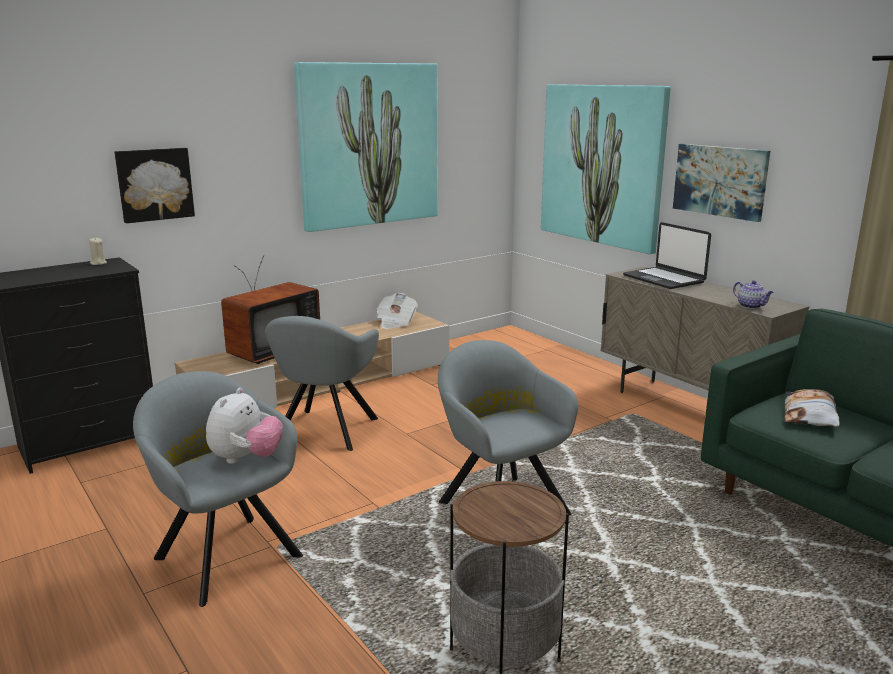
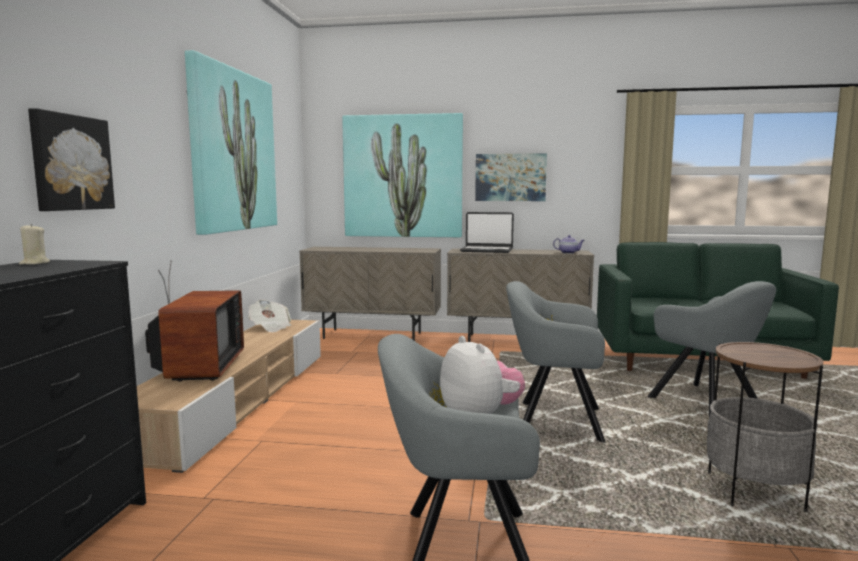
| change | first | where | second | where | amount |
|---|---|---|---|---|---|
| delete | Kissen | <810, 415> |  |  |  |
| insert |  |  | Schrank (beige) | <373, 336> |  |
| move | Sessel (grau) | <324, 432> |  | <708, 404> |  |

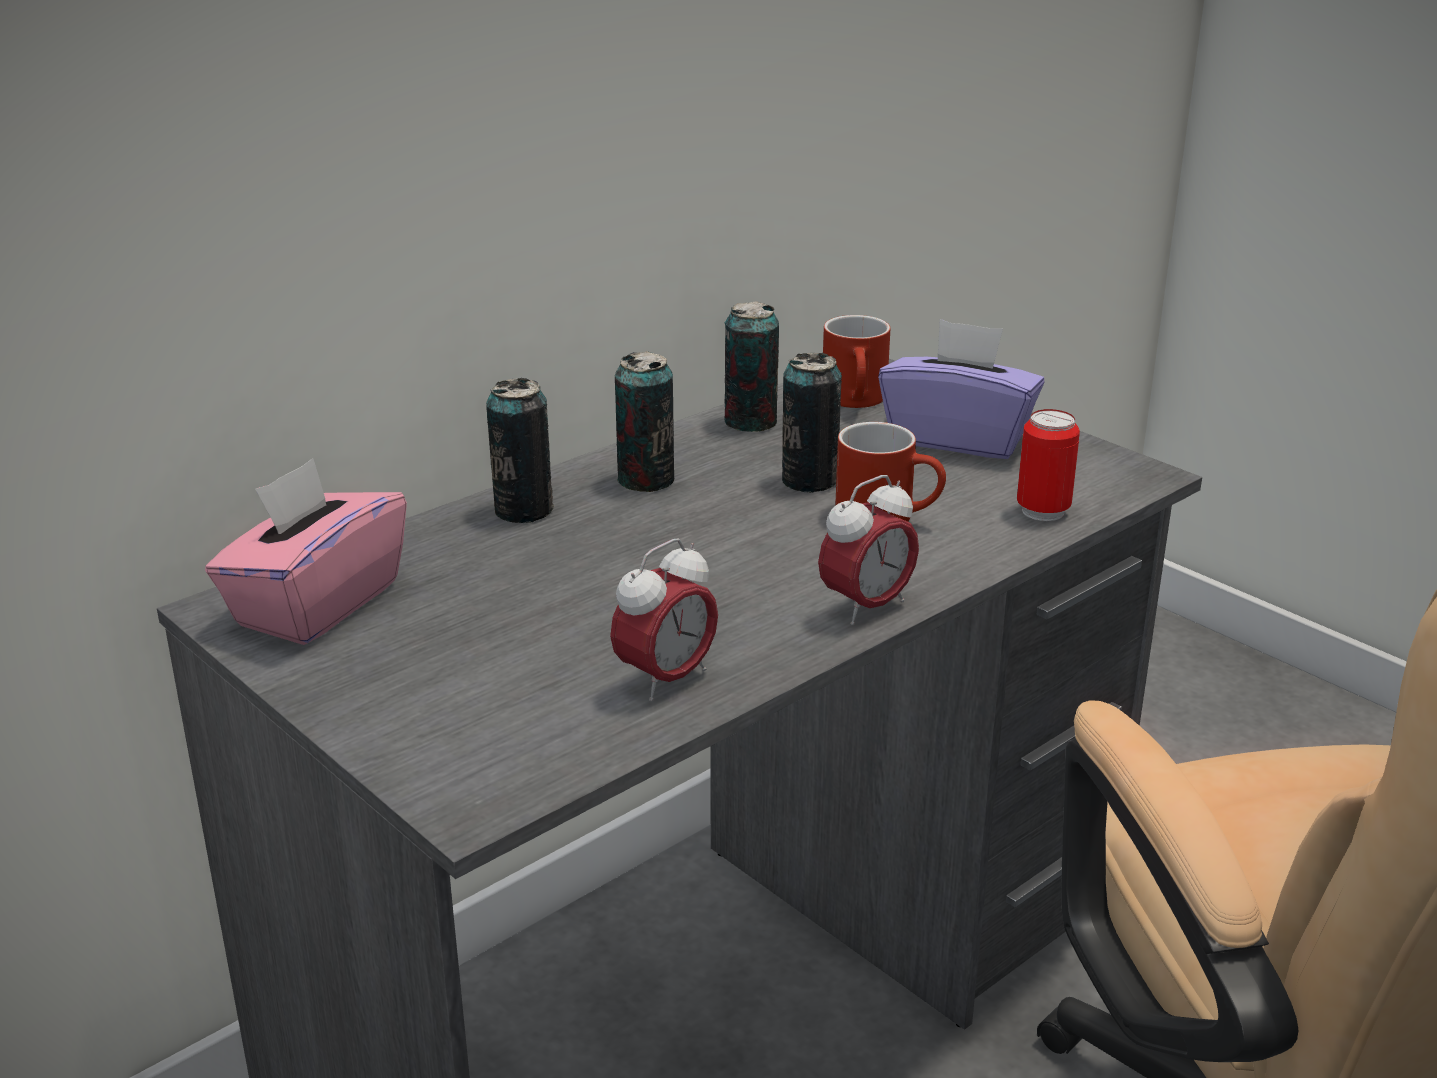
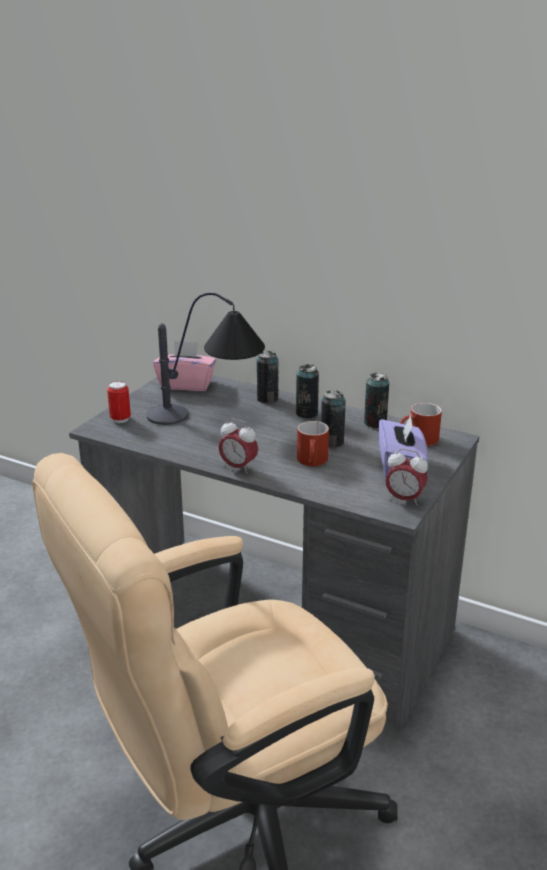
| change | first | where | second | where | amount |
|---|---|---|---|---|---|
| insert |  |  | Tischlampe | <210, 415> |  |
| move | Wecker | <666, 679> |  | <404, 499> |  |
| move | Dose | <1043, 511> |  | <120, 419> |  |

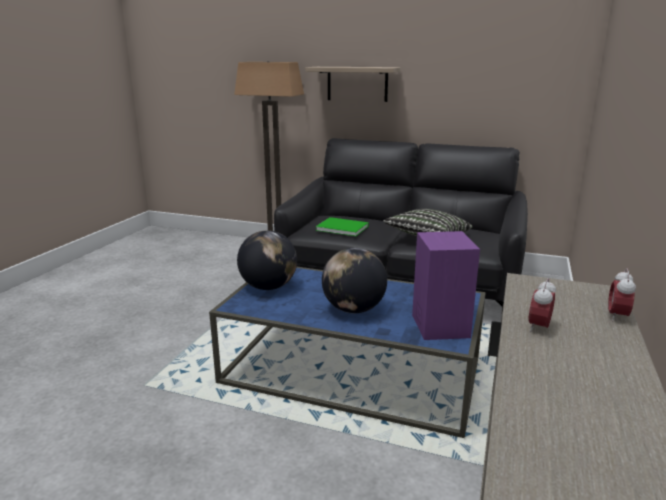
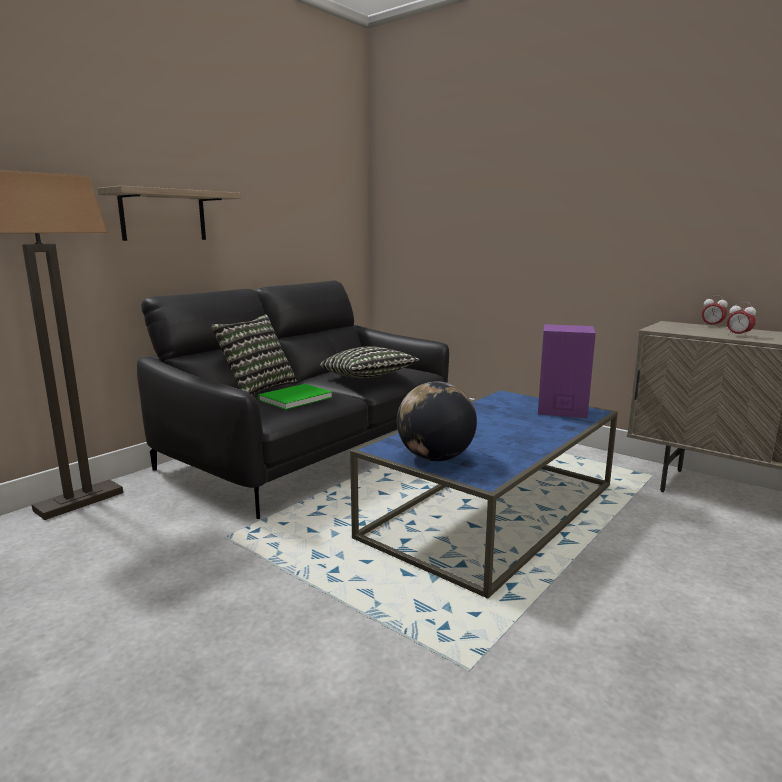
| change | first | where | second | where | amount |
|---|---|---|---|---|---|
| delete | Globus | <353, 309> |  |  |  |
| insert |  |  | Kissen | <257, 388> |  |

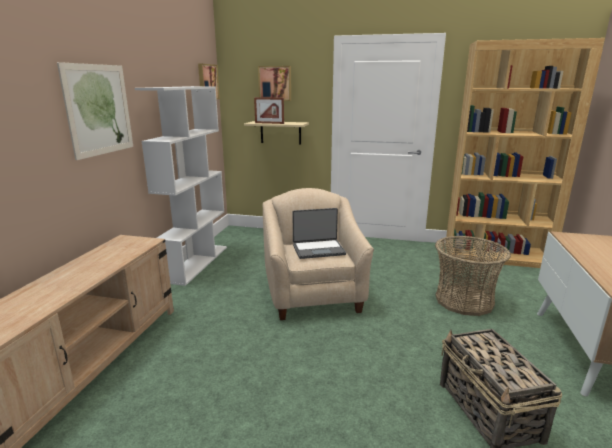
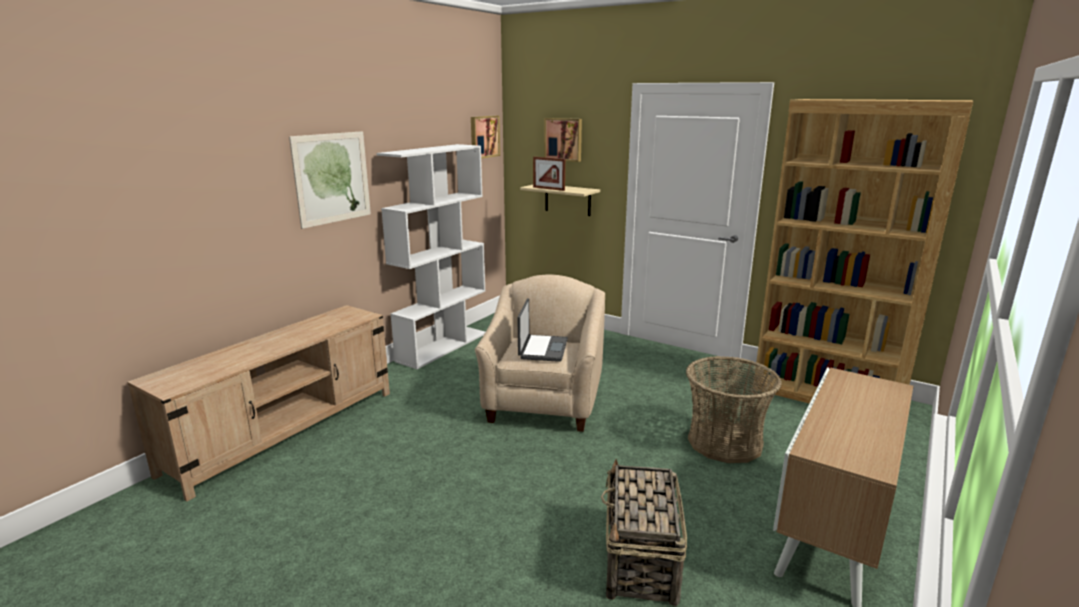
| change | first | where | second | where | amount |
|---|---|---|---|---|---|
| rotate | Laptop | <318, 249> |  | <542, 349> | 90 degrees counterclockwise |

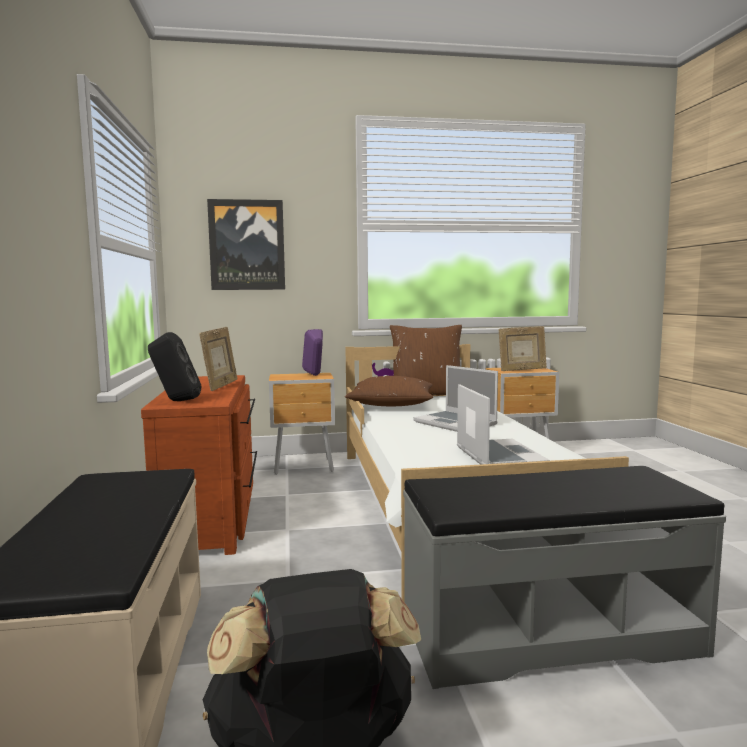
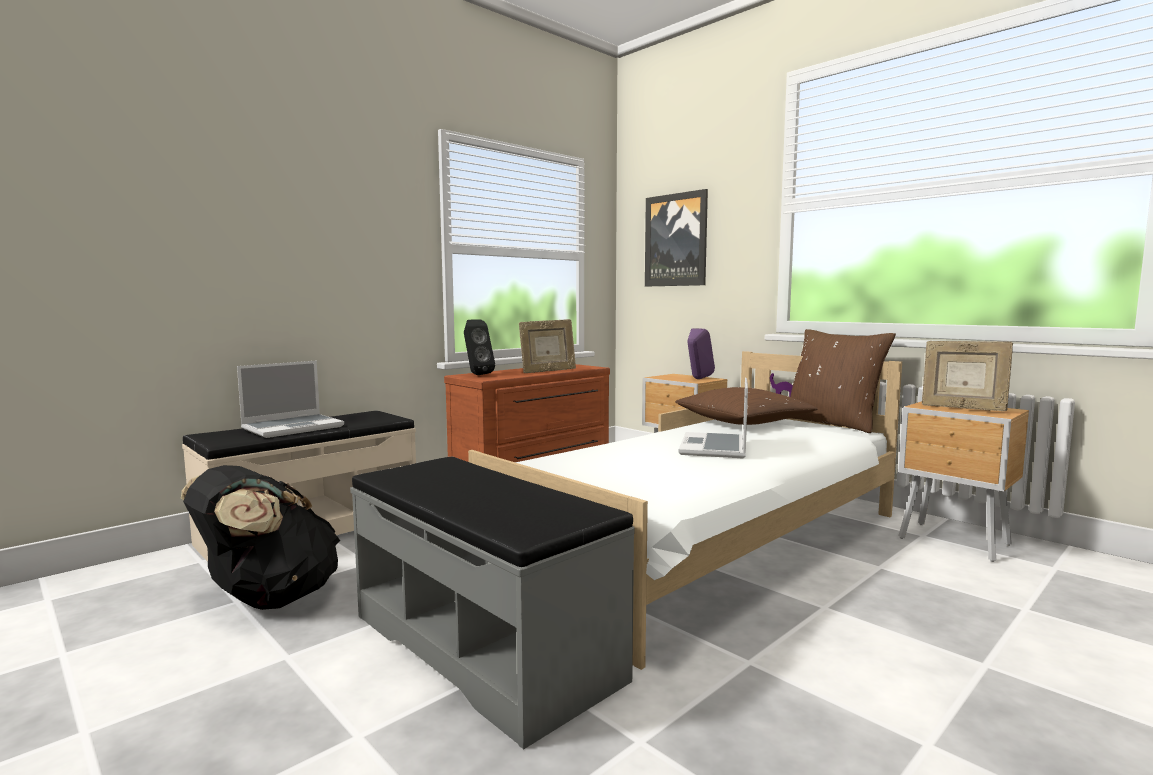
| change | first | where | second | where | amount |
|---|---|---|---|---|---|
| move | Laptop | <497, 456> |  | <294, 427> |  |

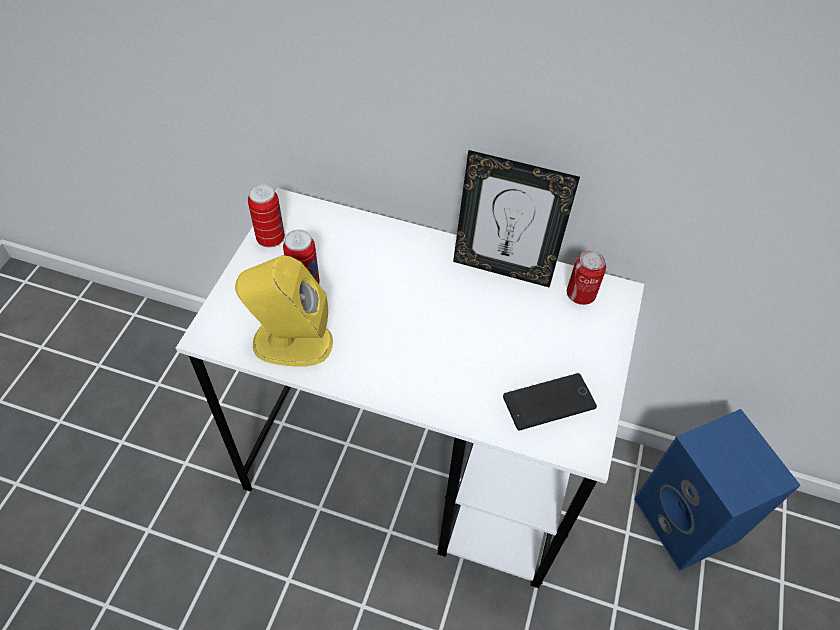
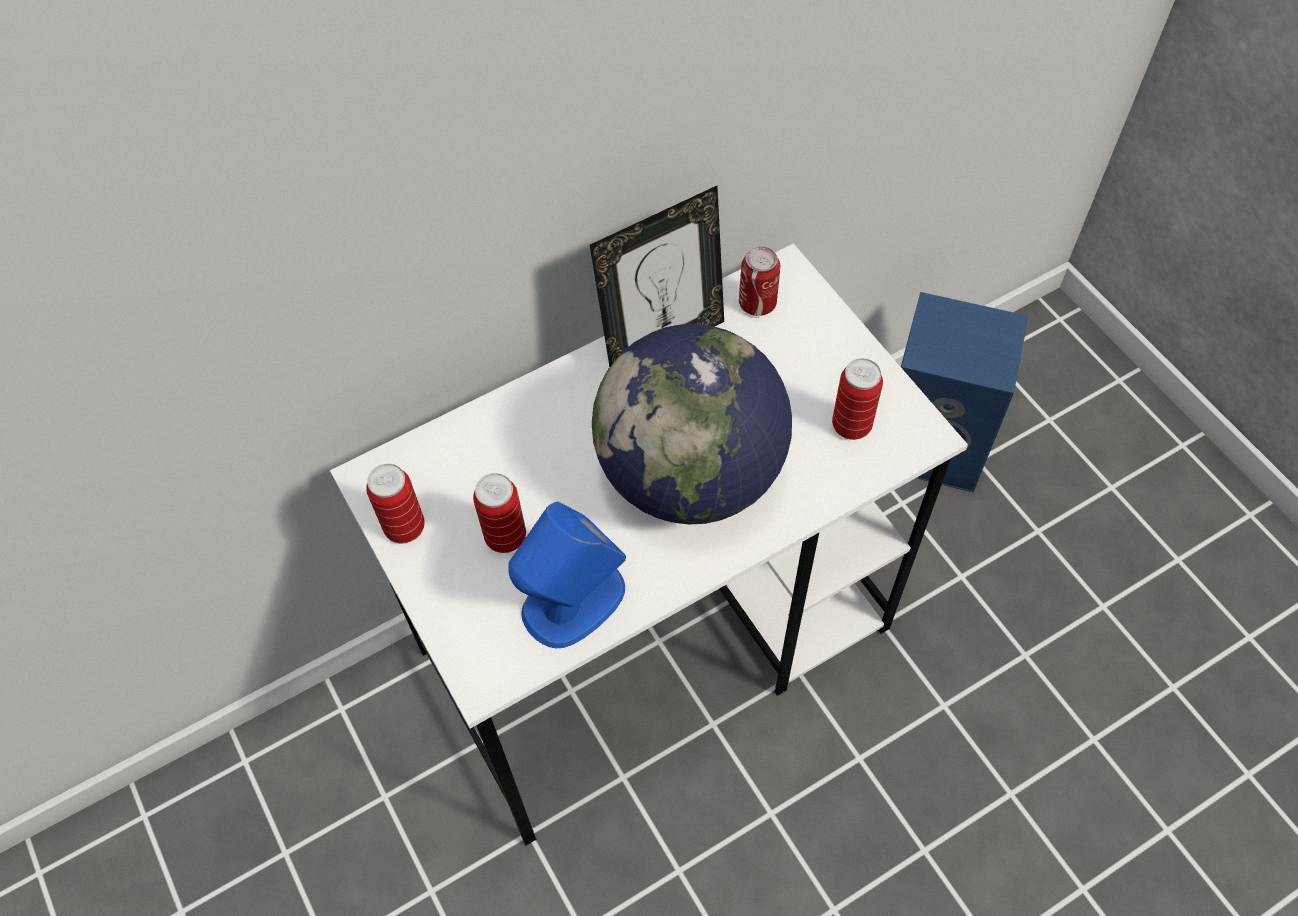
| change | first | where | second | where | amount |
|---|---|---|---|---|---|
| insert |  |  | Globus | <691, 475> |  |
| replace | Handy | <549, 402> | Dose | <851, 425> |  |
| recolor | Lautsprecher (gelb) | <291, 342> | Lautsprecher (blau) | <572, 602> |  |

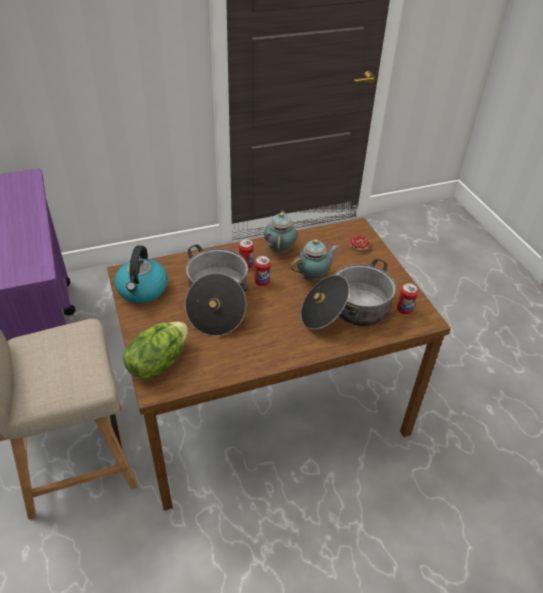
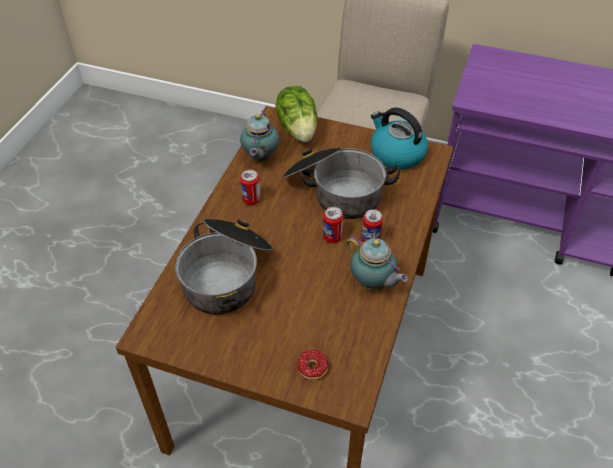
| change | first | where | second | where | amount |
|---|---|---|---|---|---|
| move | Teekanne | <313, 277> |  | <260, 158> |  |
| move | Dose | <404, 310> |  | <251, 200> |  |

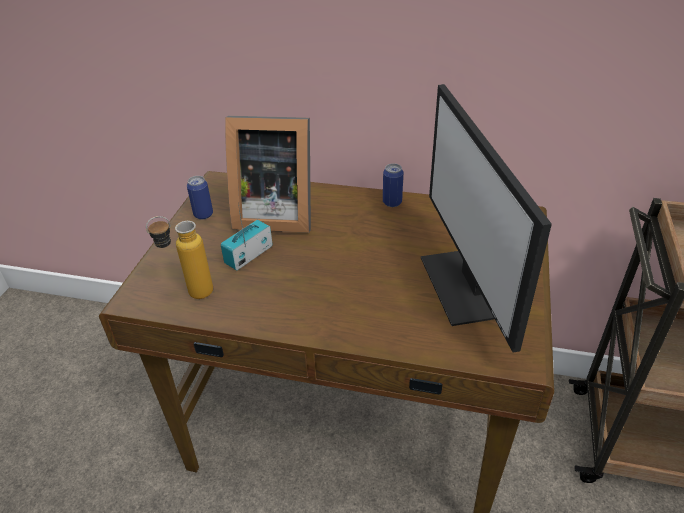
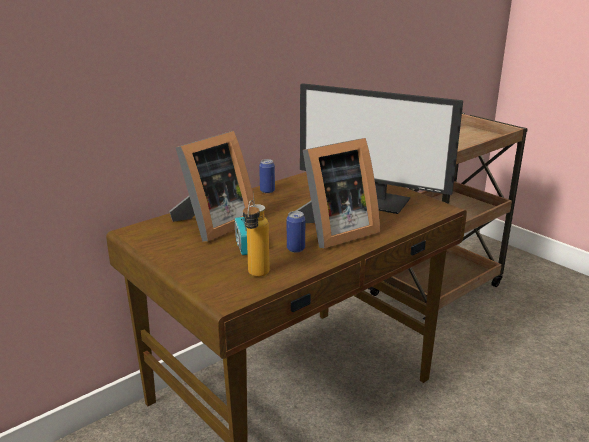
| change | first | where | second | where | amount |
|---|---|---|---|---|---|
| insert |  |  | Bilderrahmen | <333, 232> |  |
| move | Dose | <203, 214> |  | <295, 249> |  |

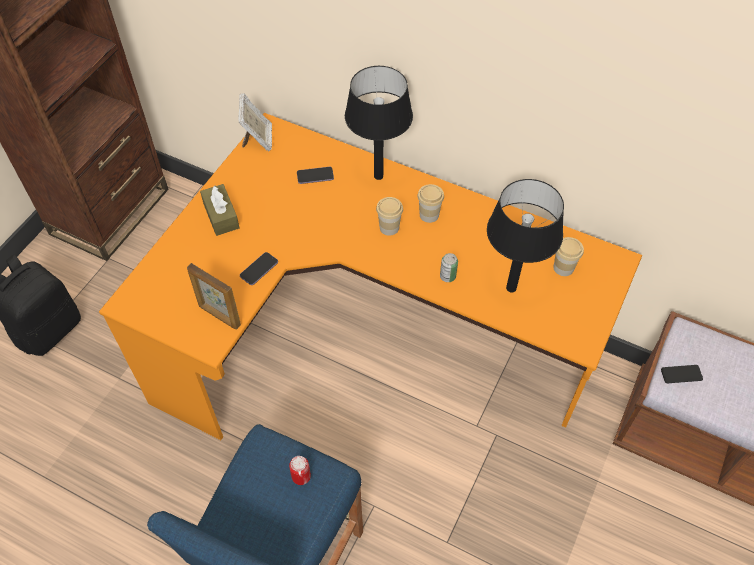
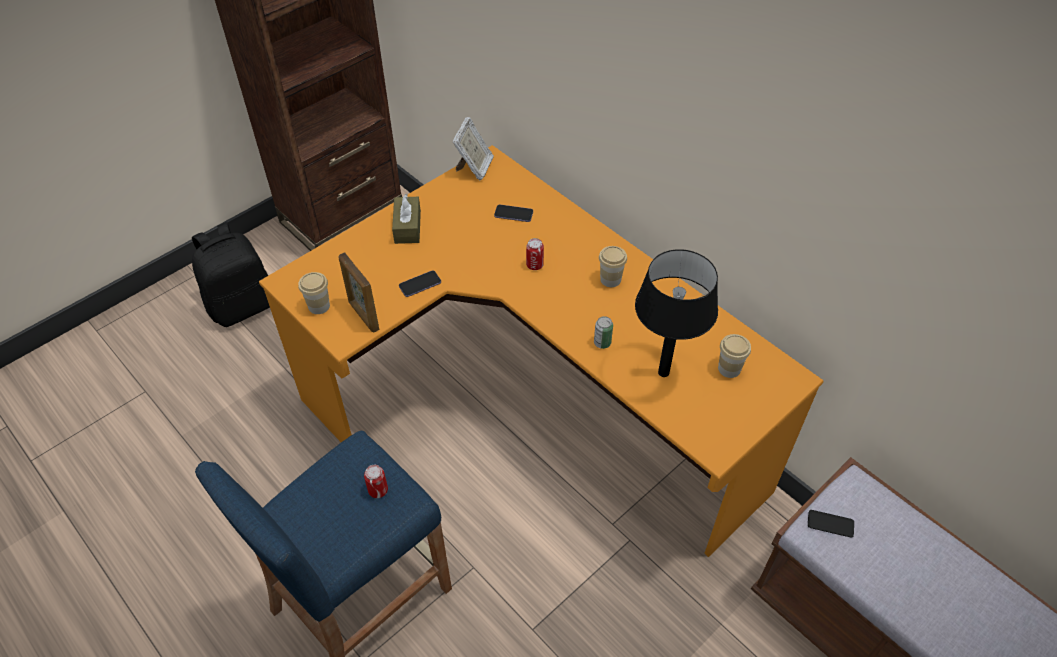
| change | first | where | second | where | amount |
|---|---|---|---|---|---|
| delete | Tischlampe (schwarz) | <378, 176> |  |  |  |
| insert |  |  | Dose | <534, 265> |  |
| move | Tasse | <389, 227> |  | <319, 306> |  |

